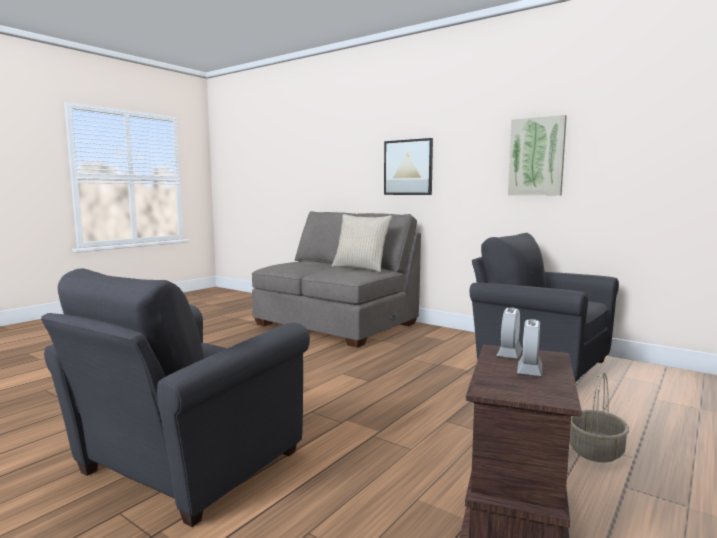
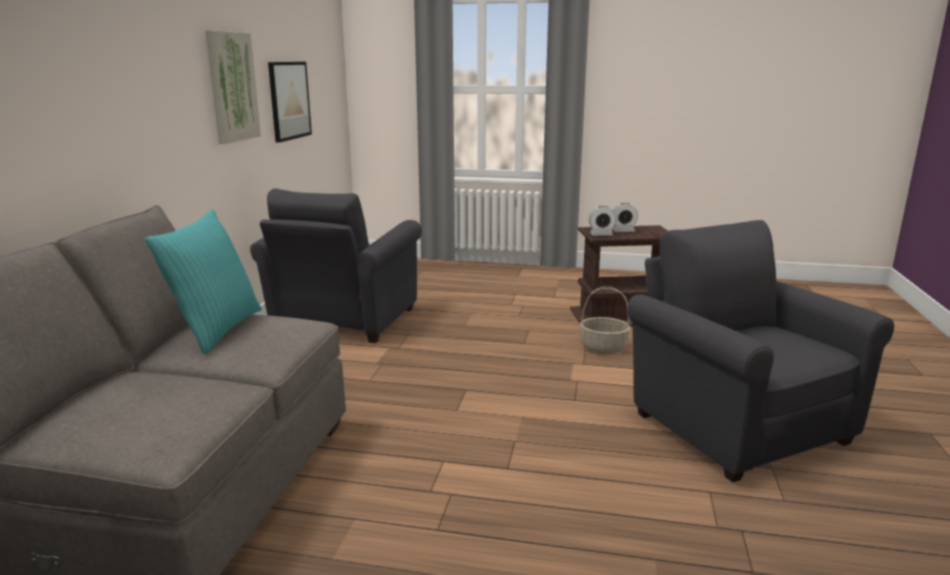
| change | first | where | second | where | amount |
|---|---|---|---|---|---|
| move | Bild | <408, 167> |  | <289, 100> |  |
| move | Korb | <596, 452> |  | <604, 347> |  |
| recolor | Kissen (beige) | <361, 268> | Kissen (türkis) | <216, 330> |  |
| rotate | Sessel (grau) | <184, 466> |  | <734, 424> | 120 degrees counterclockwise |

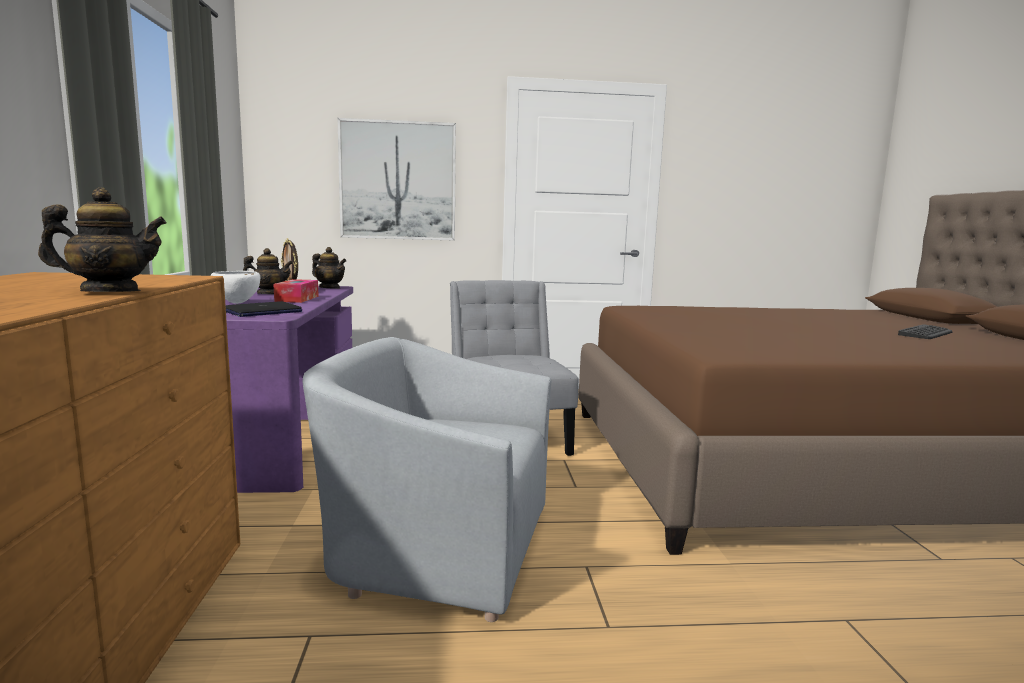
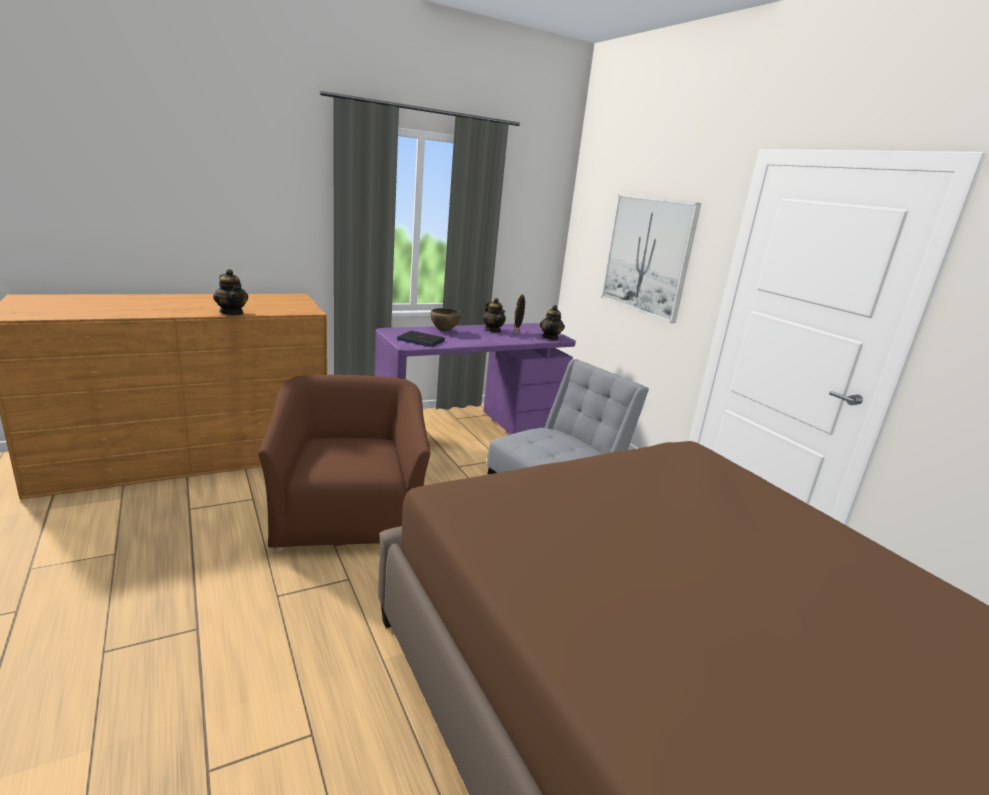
| change | first | where | second | where | amount |
|---|---|---|---|---|---|
| delete | Taschentuchbox | <297, 299> |  |  |  |
| delete | Tastatur | <926, 333> |  |  |  |
| recolor | Schüssel (weiß) | <237, 303> | Schüssel (braun) | <444, 331> |  |
| recolor | Sessel (grau) | <438, 548> | Sessel (braun) | <349, 516> |  |

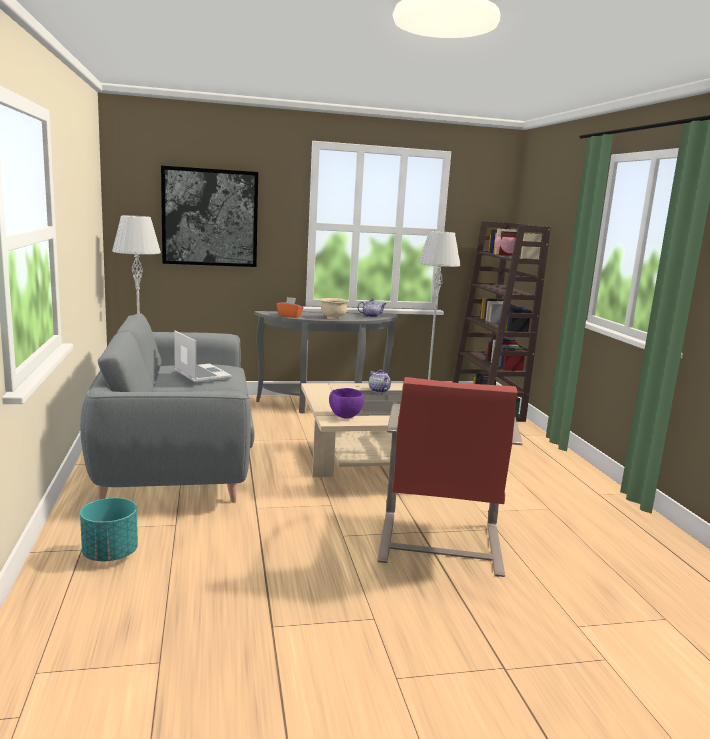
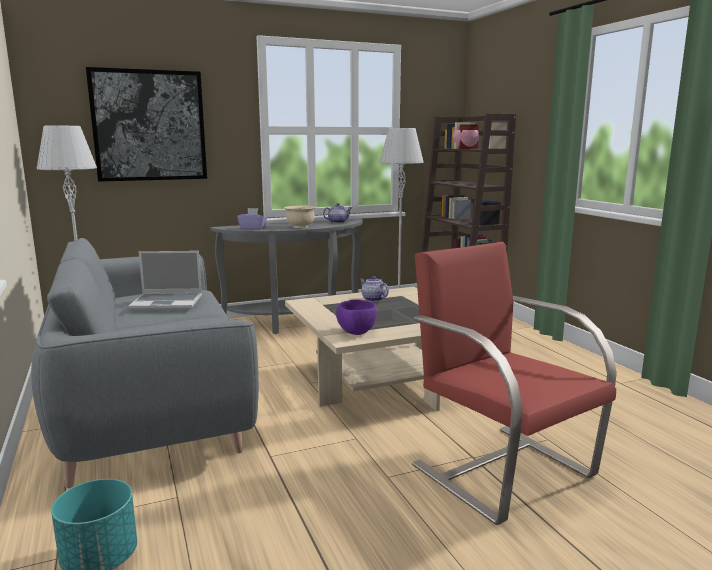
| change | first | where | second | where | amount |
|---|---|---|---|---|---|
| recolor | Taschentuchbox (orange) | <289, 316> | Taschentuchbox (lila) | <252, 228> |  |
| rotate | Laptop | <201, 374> |  | <168, 303> | 135 degrees clockwise |
| rotate | Sessel (rot) | <440, 544> |  | <501, 469> | 150 degrees clockwise |

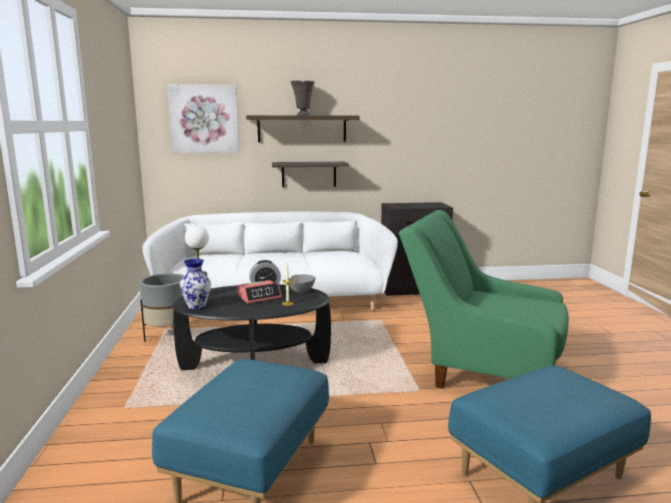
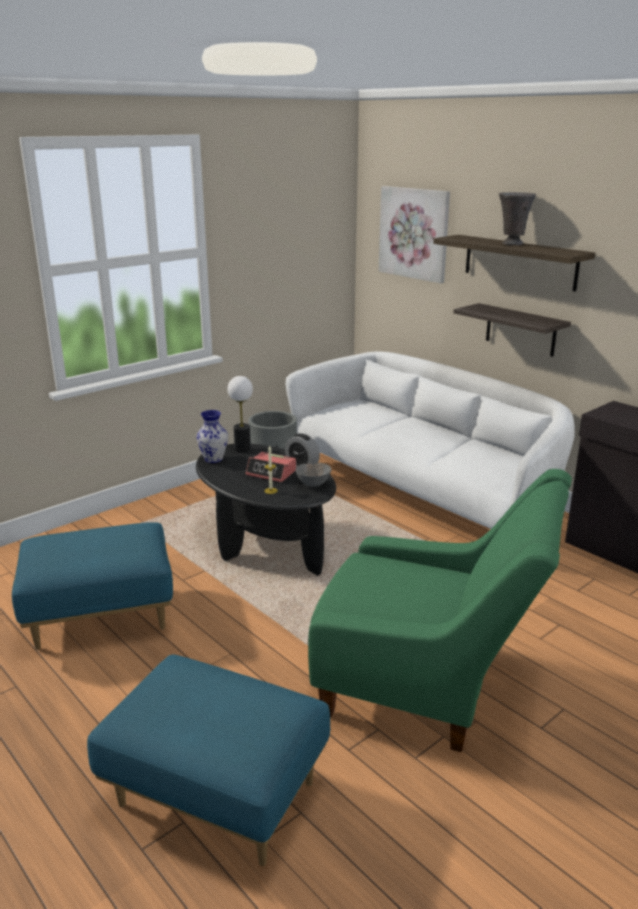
| change | first | where | second | where | amount |
|---|---|---|---|---|---|
| rotate | Sessel (grün) | <481, 370> |  | <428, 686> | 120 degrees clockwise |

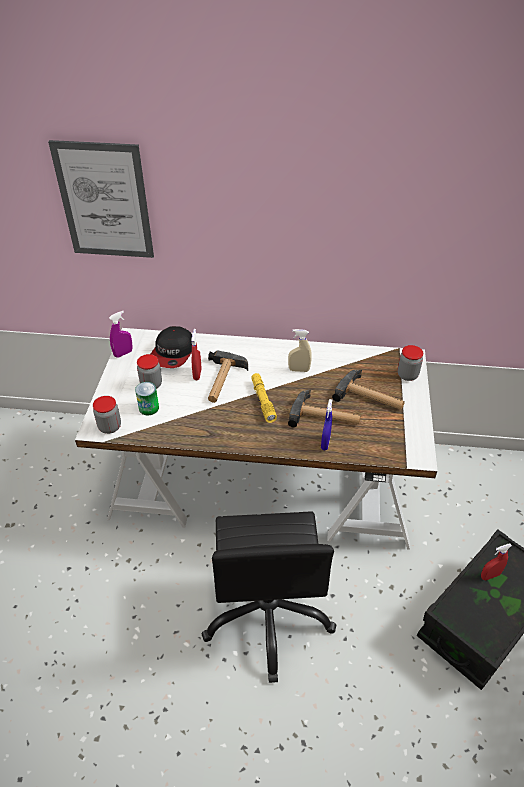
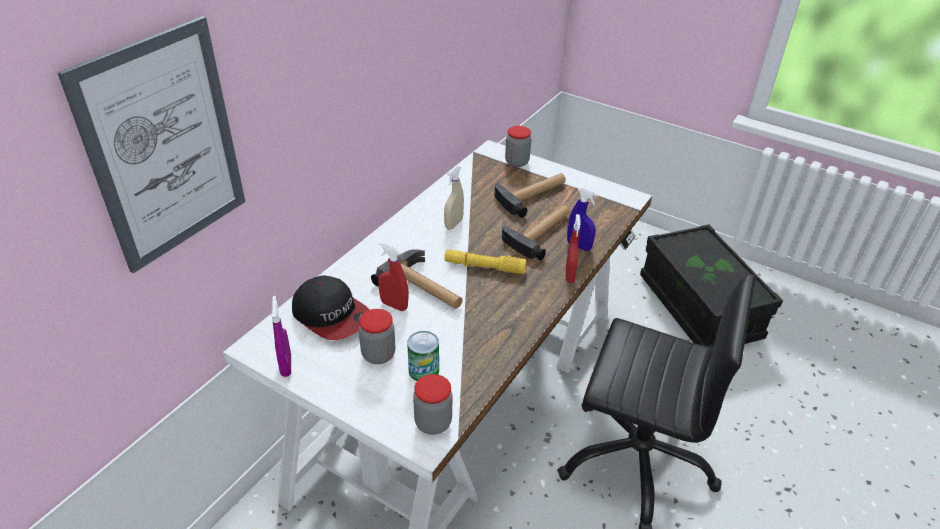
| change | first | where | second | where | amount |
|---|---|---|---|---|---|
| move | Sprühflasche (rot) | <490, 575> |  | <569, 275> |  |

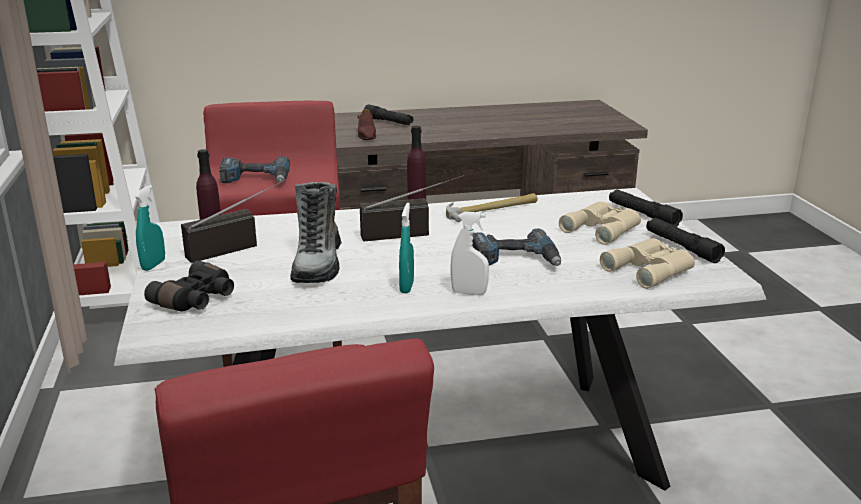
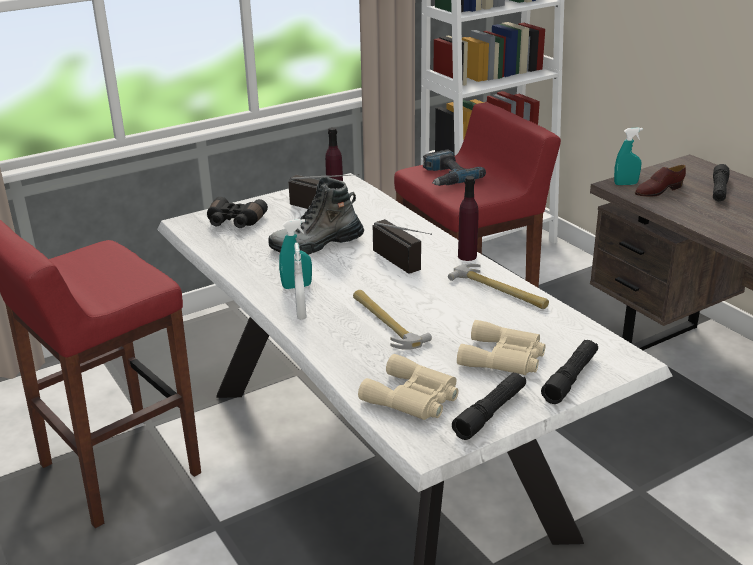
| change | first | where | second | where | amount |
|---|---|---|---|---|---|
| move | Sprühflasche (türkis) | <153, 265> |  | <625, 184> |  |
| replace | Bohrmaschine | <515, 259> | Hammer | <386, 322> |  |

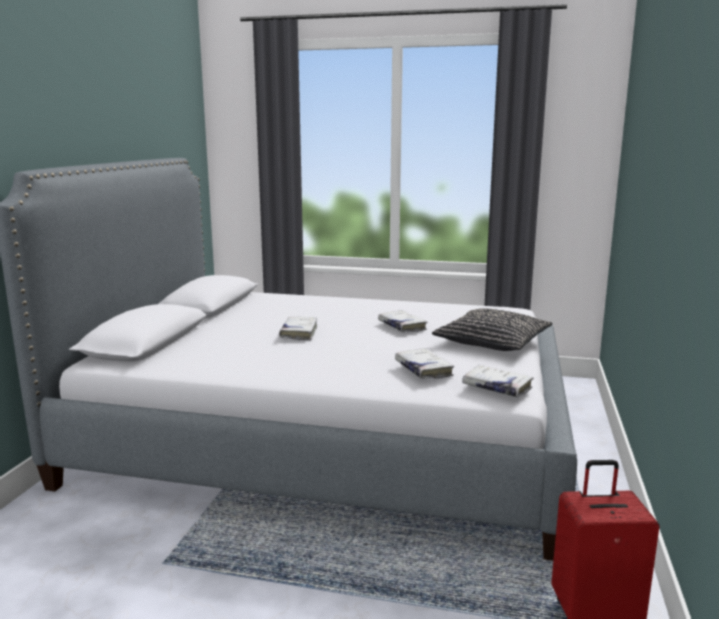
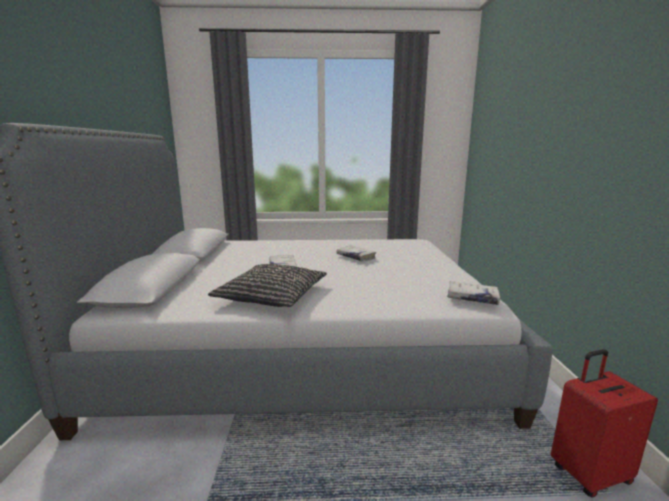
| change | first | where | second | where | amount |
|---|---|---|---|---|---|
| delete | Buch (weiß) | <423, 370> |  |  |  |
| move | Kissen (schwarz) | <492, 341> |  | <271, 295> |  |

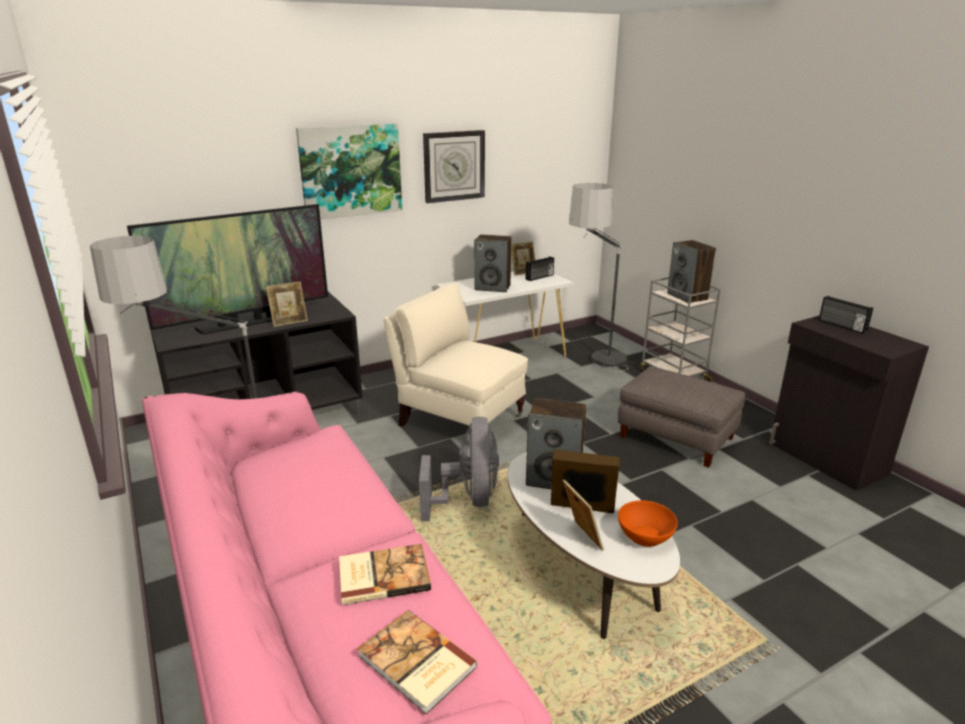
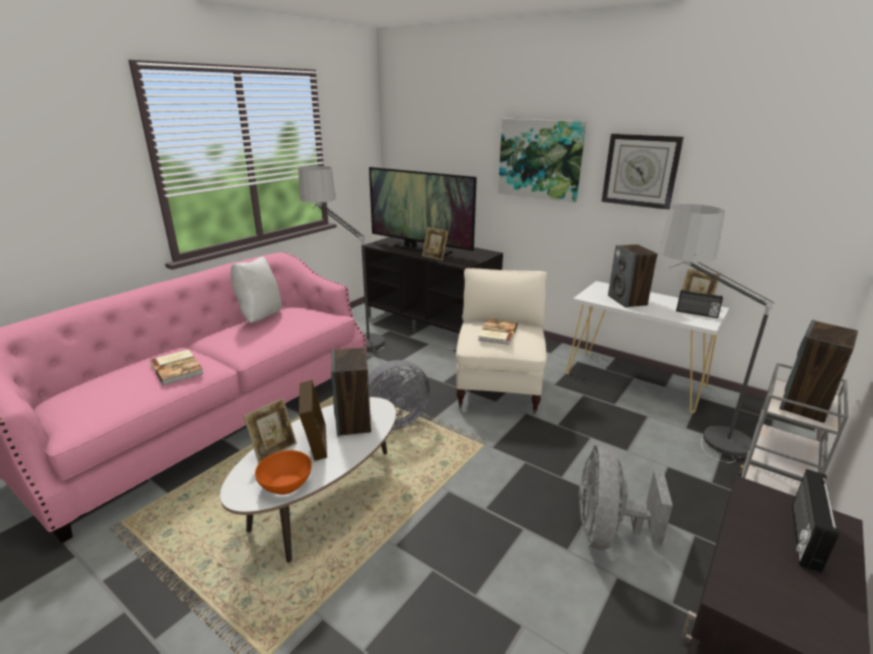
| change | first | where | second | where | amount |
|---|---|---|---|---|---|
| insert |  |  | Kissen (weiß) | <260, 317> |  |
| move | Buch | <416, 663> |  | <497, 333> |  |
| replace | Polsterhocker (grau) | <677, 437> | Ventilator (grau) | <607, 532> |  |

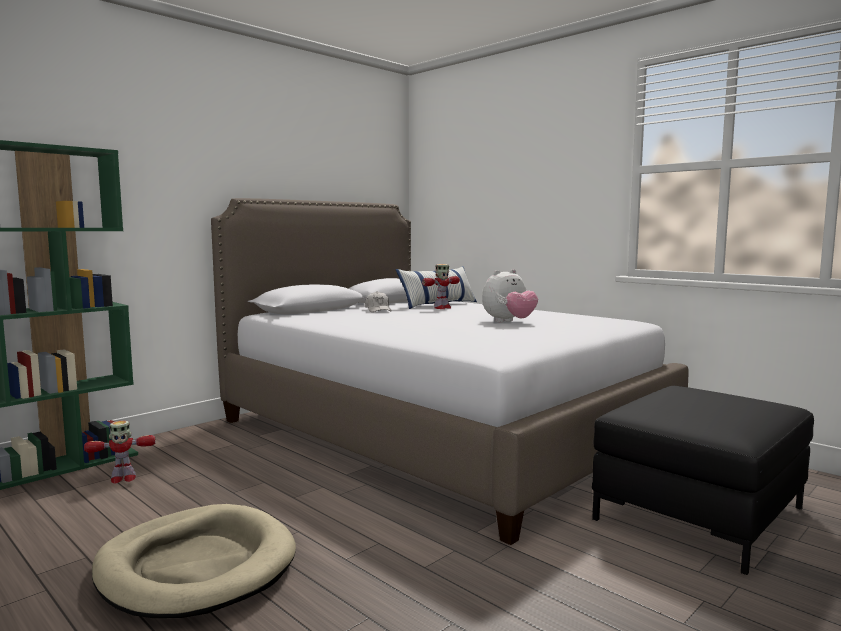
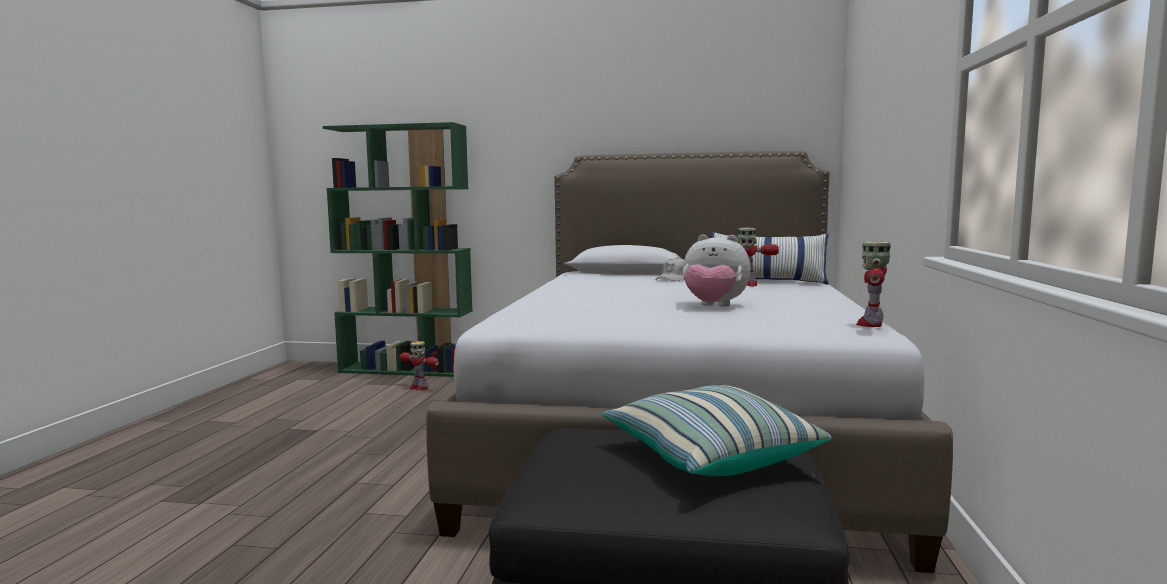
| change | first | where | second | where | amount |
|---|---|---|---|---|---|
| delete | Hundebett (beige) | <197, 566> |  |  |  |
| insert |  |  | Kissen | <709, 457> |  |
| insert |  |  | Spielzeugroboter | <871, 324> |  |

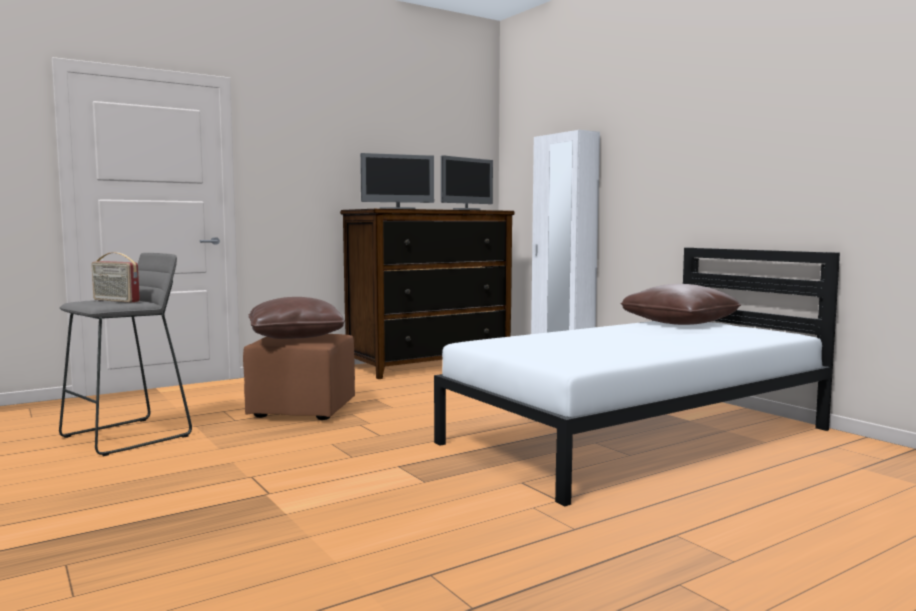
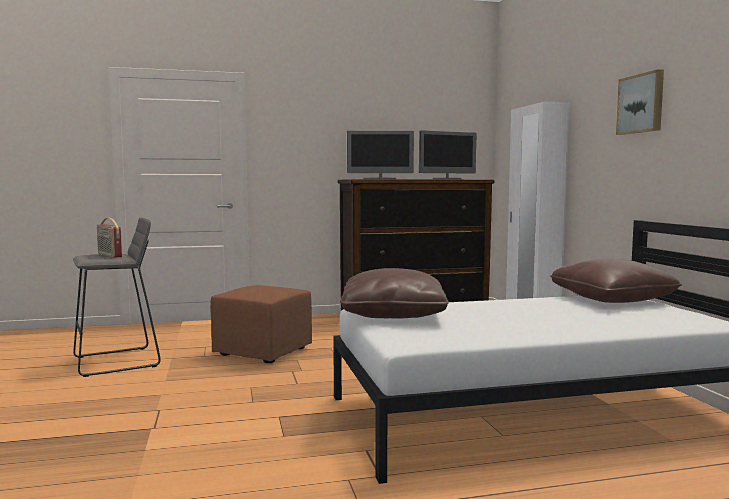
| change | first | where | second | where | amount |
|---|---|---|---|---|---|
| insert |  |  | Bild | <641, 104> |  |
| move | Kissen (braun) | <295, 337> |  | <393, 315> |  |

